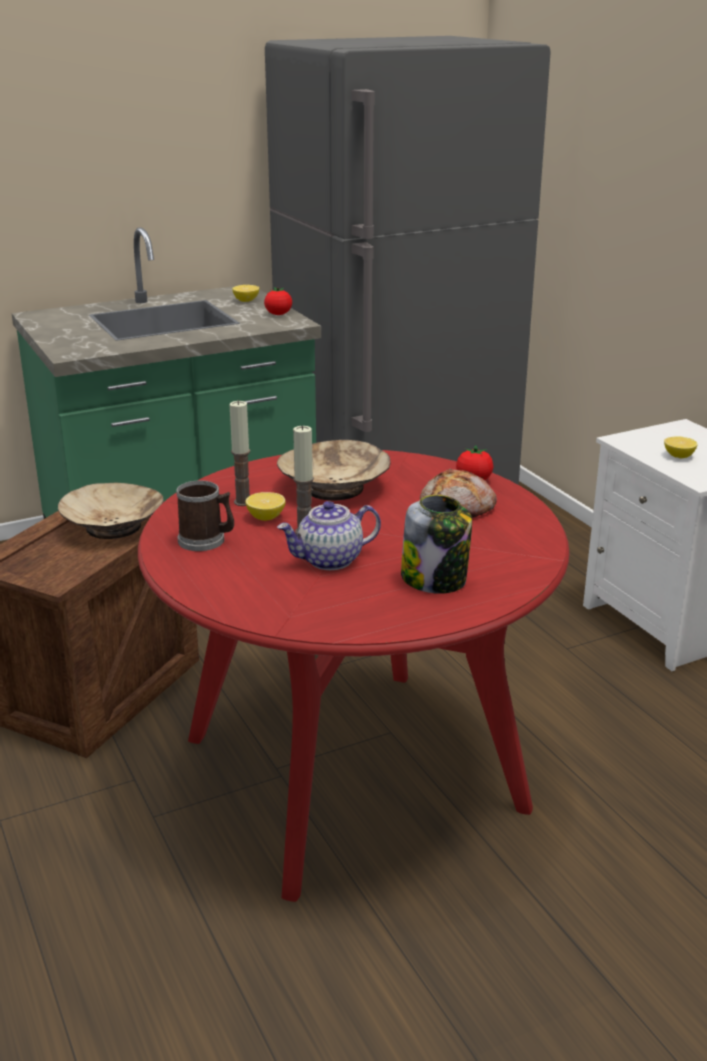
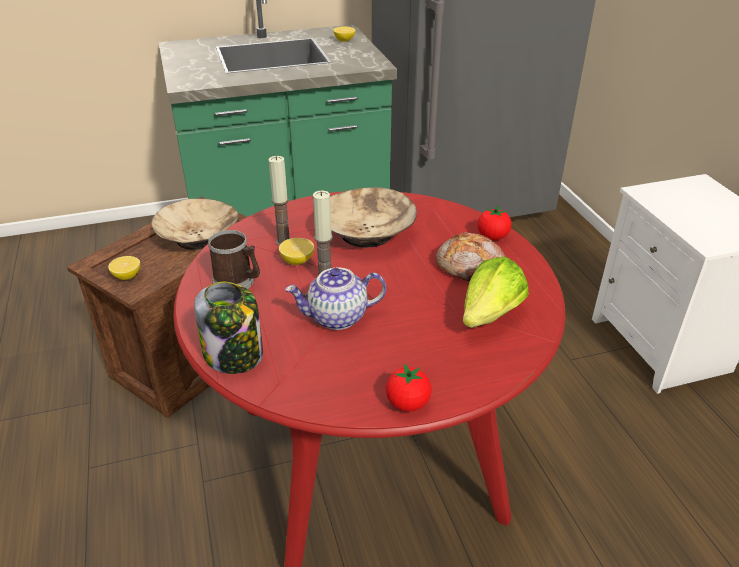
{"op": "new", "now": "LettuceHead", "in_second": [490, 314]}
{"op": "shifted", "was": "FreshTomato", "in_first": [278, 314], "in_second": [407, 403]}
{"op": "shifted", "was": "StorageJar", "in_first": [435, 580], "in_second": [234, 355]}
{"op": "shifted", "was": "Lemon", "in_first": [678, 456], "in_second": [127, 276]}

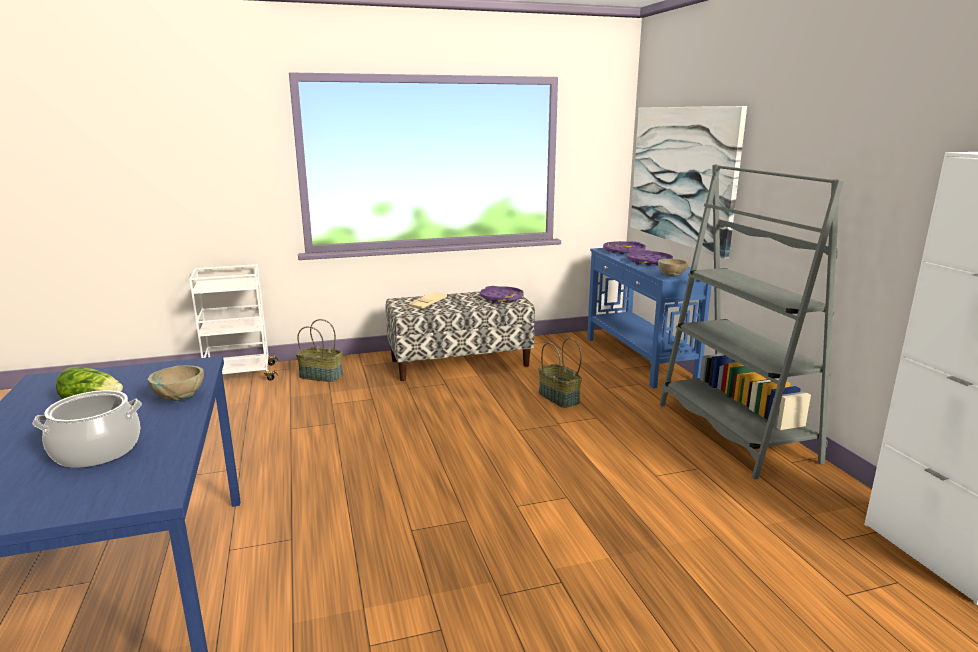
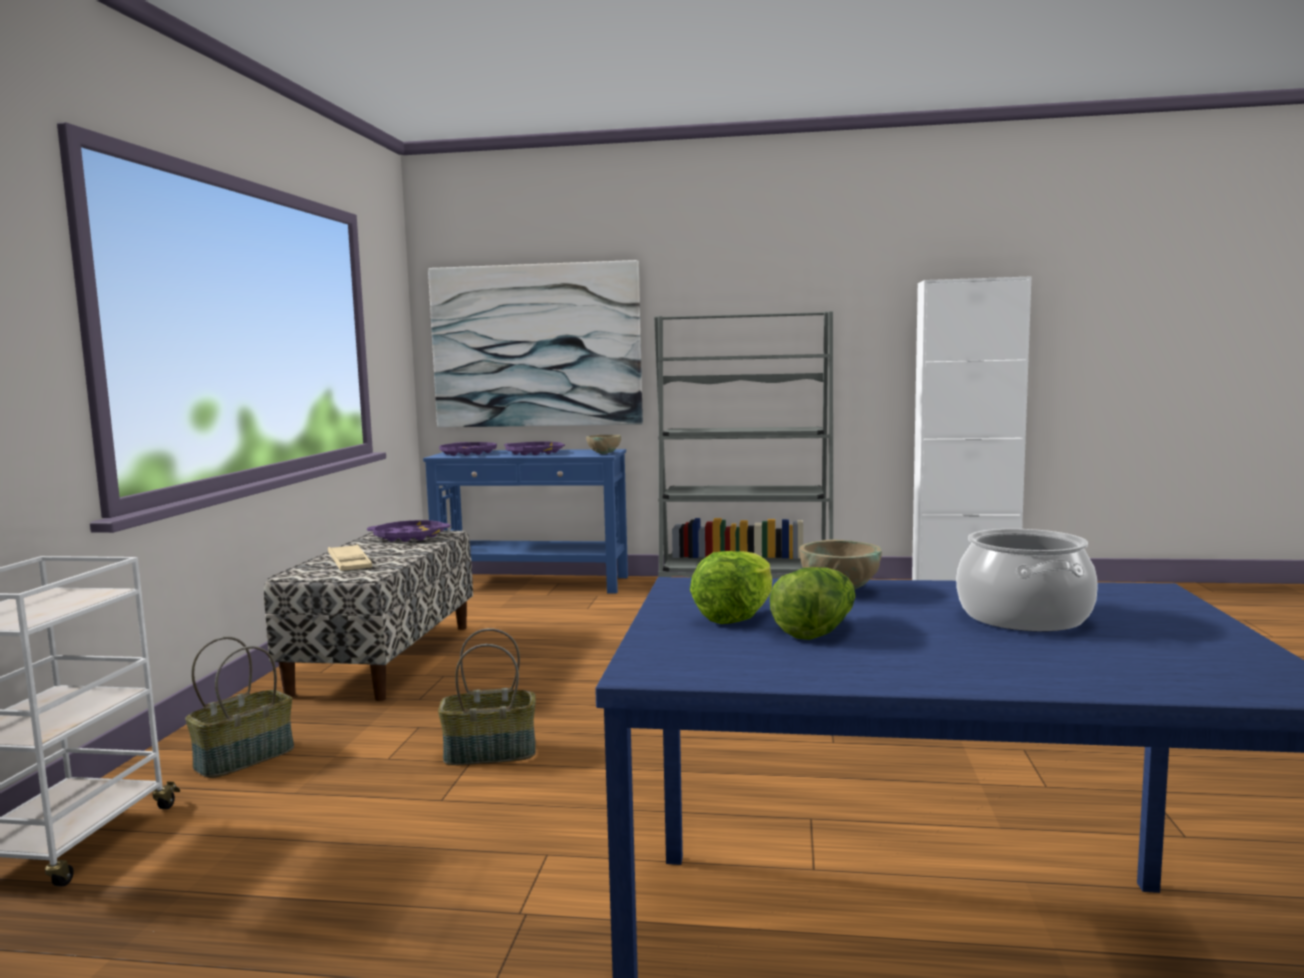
{"op": "new", "now": "LettuceHead", "in_second": [736, 616]}
{"op": "shifted", "was": "StorageBasket", "in_first": [558, 398], "in_second": [489, 753]}

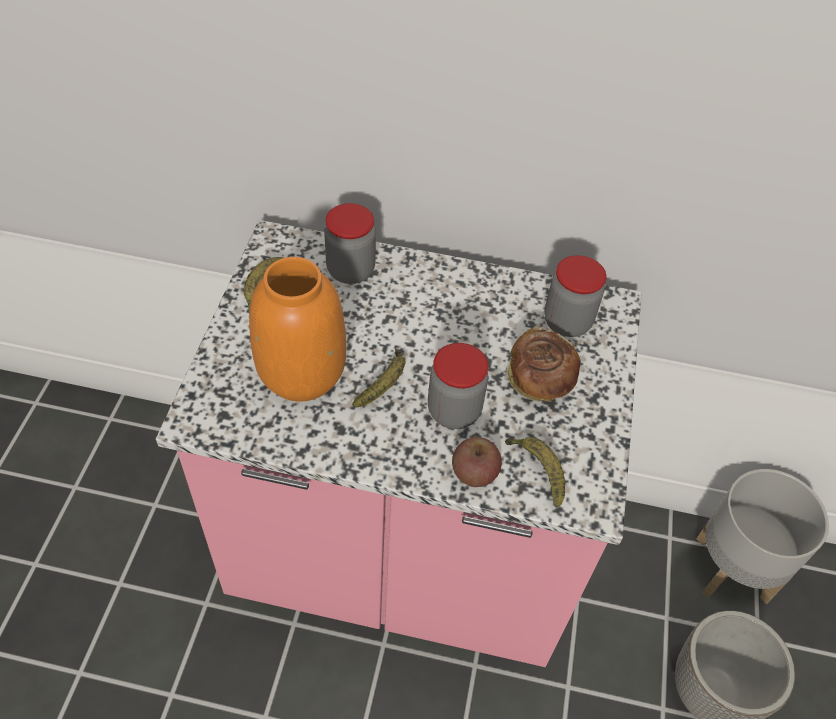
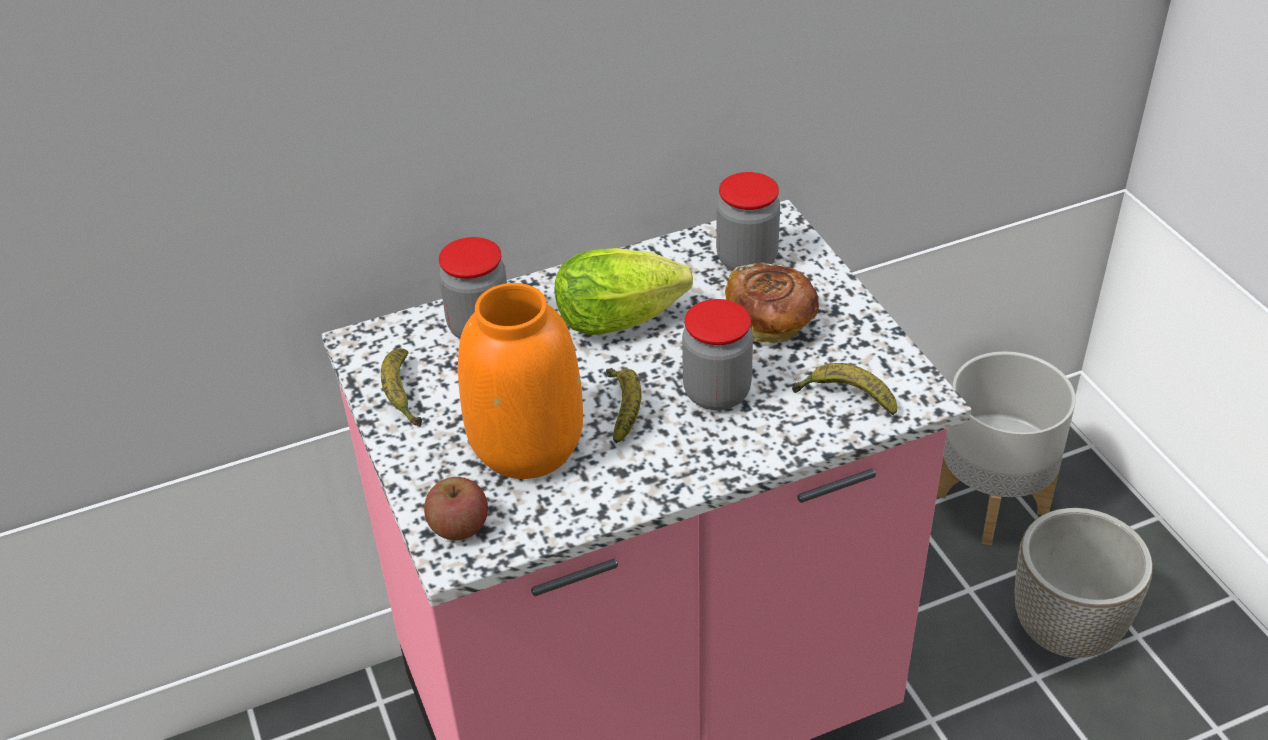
{"op": "new", "now": "LettuceHead", "in_second": [626, 319]}
{"op": "shifted", "was": "WholeApple", "in_first": [474, 472], "in_second": [459, 526]}

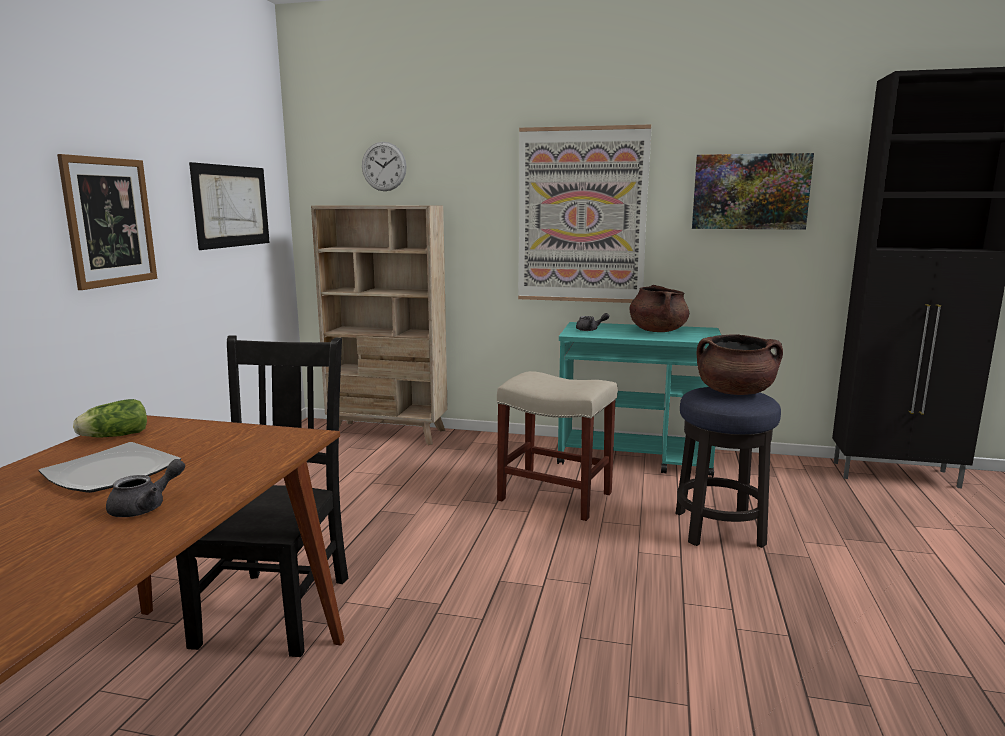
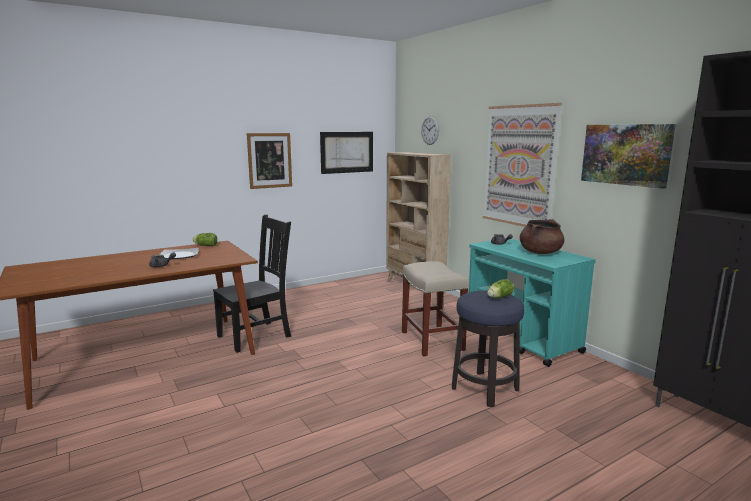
{"op": "swapped", "was": "BrownColouredSaucepot", "now": "LettuceHead", "in_first": [735, 392], "in_second": [498, 297]}

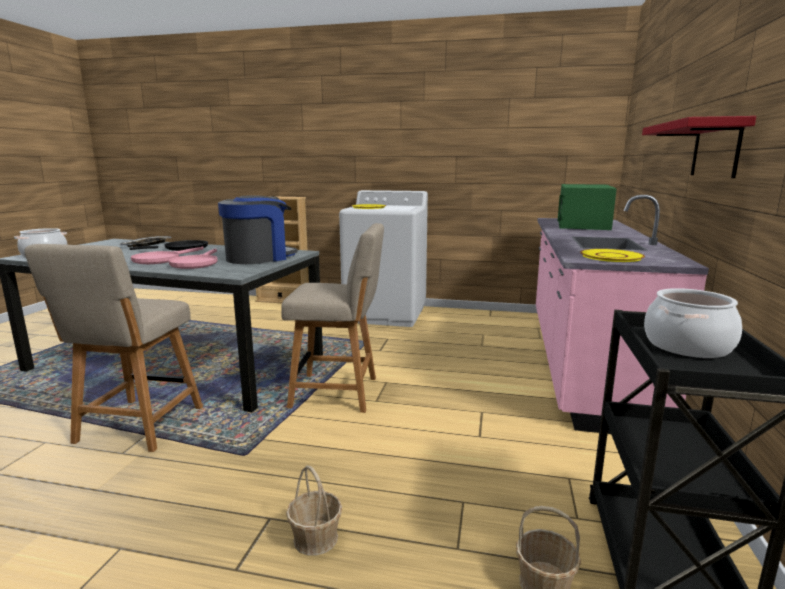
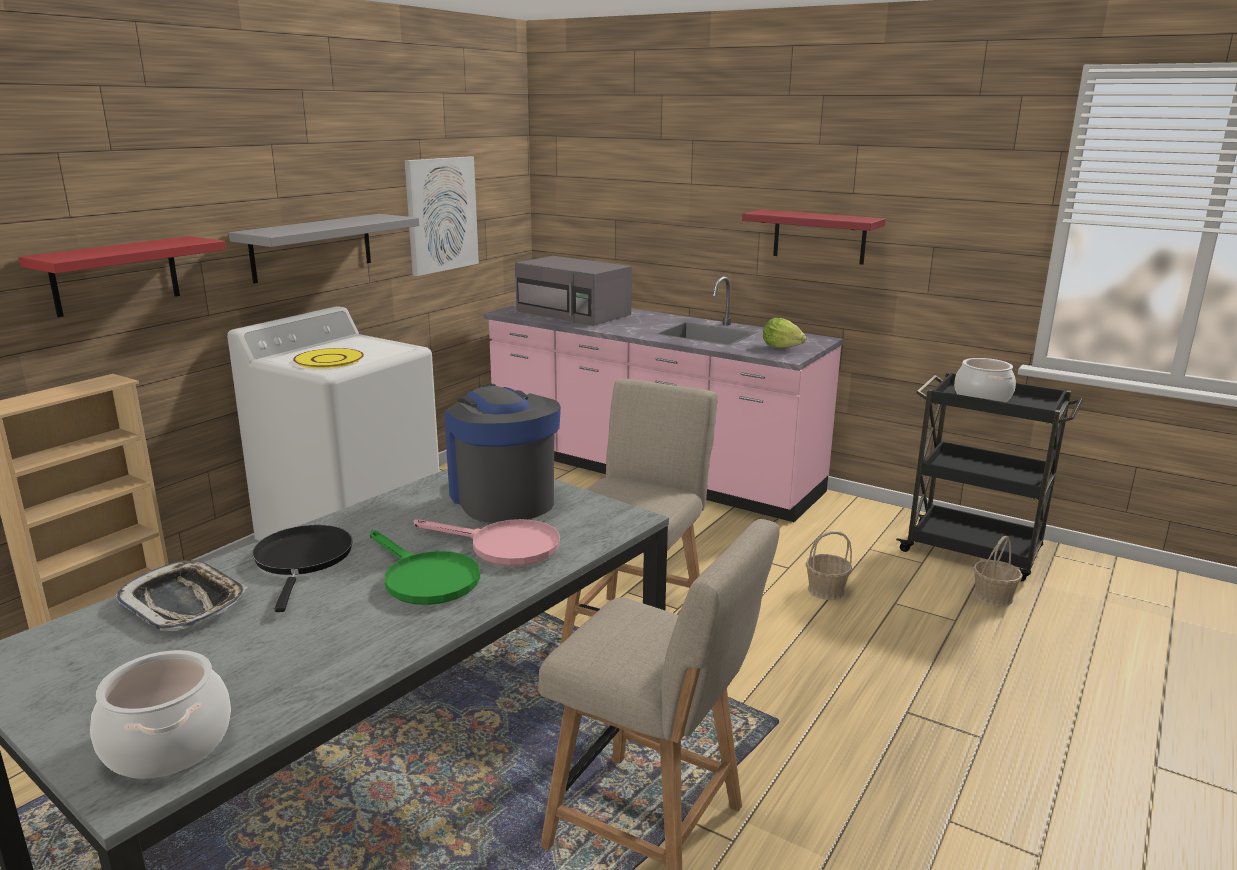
{"op": "new", "now": "ReddishShelf", "in_second": [115, 275]}
{"op": "new", "now": "GreyShelf", "in_second": [312, 247]}
{"op": "new", "now": "Picture", "in_second": [441, 214]}
{"op": "shifted", "was": "StorageBasket", "in_first": [316, 538], "in_second": [825, 590]}
{"op": "swapped", "was": "YellowishPlate", "now": "LettuceHead", "in_first": [611, 256], "in_second": [782, 347]}
{"op": "repainted", "was": "PinkishFryingPan", "now": "GreenishFryingPan", "in_first": [161, 259], "in_second": [424, 578]}
{"op": "repainted", "was": "GreenishMicrowaveOven", "now": "GreyMicrowaveOven", "in_first": [583, 224], "in_second": [574, 313]}

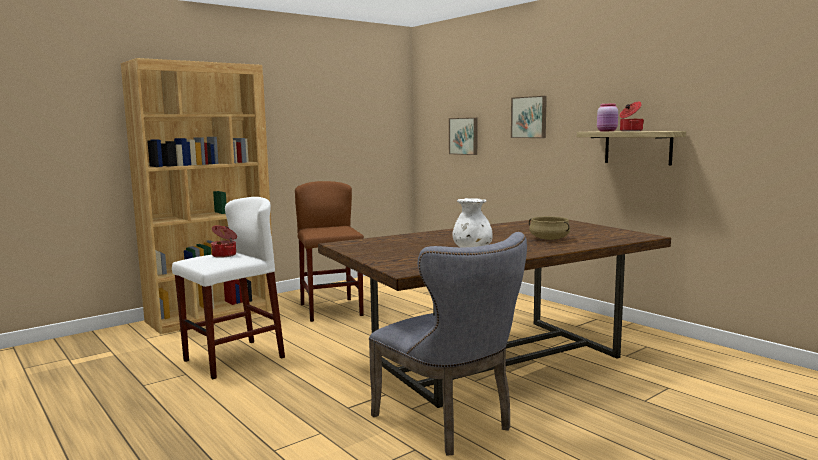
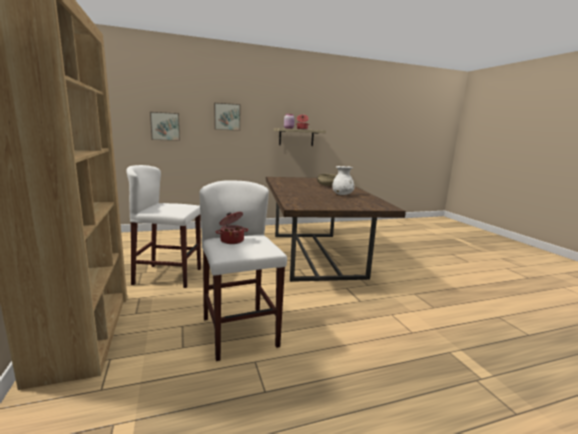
{"op": "gone", "was": "GreyUprightChair", "in_first": [449, 423]}
{"op": "repainted", "was": "BrownColouredStoolSeat", "now": "WhitishStoolSeat", "in_first": [331, 310], "in_second": [168, 276]}

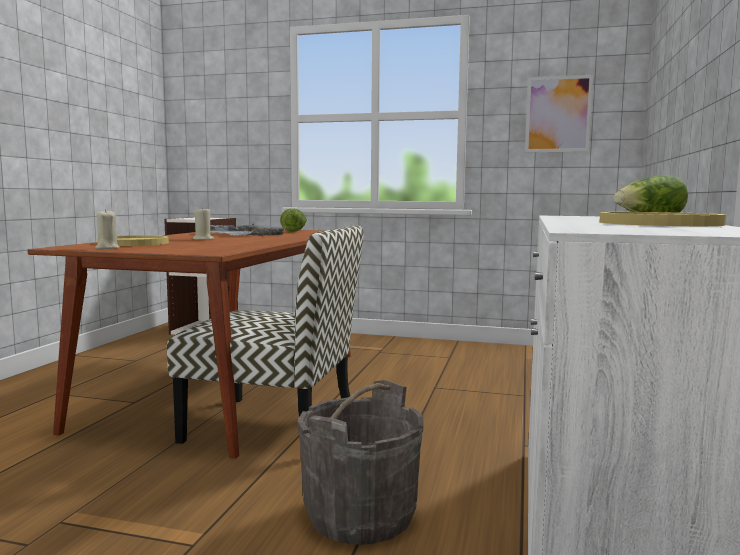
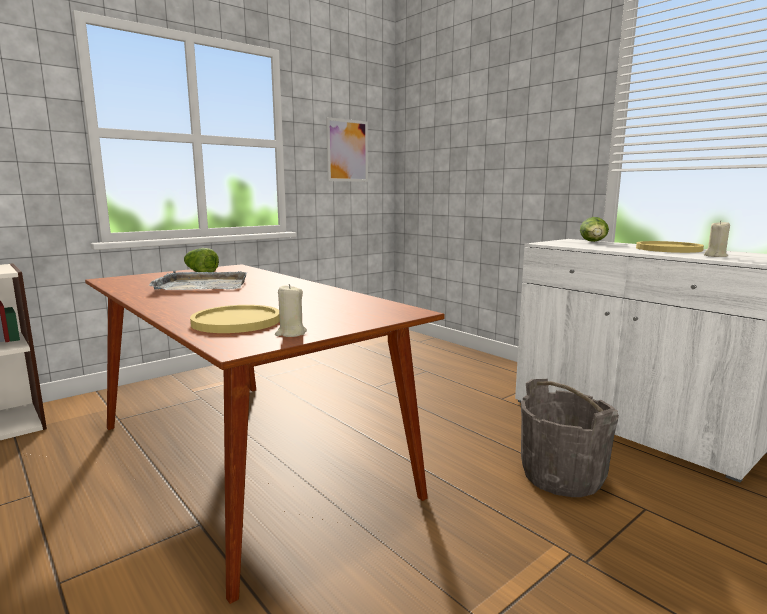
{"op": "gone", "was": "UprightChair", "in_first": [274, 425]}
{"op": "shifted", "was": "BeigeColouredCandle", "in_first": [203, 239], "in_second": [715, 256]}

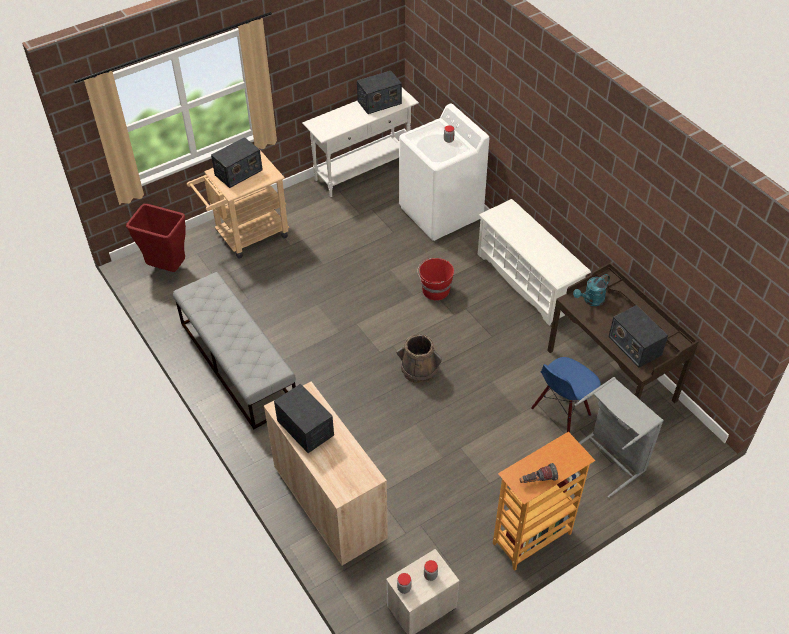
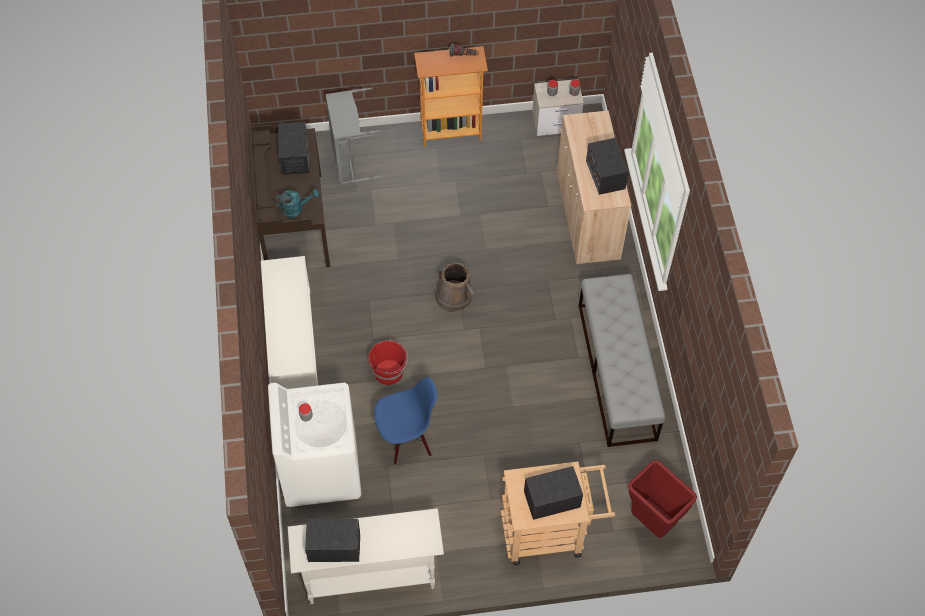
{"op": "shifted", "was": "BlueColouredUprightChair", "in_first": [561, 413], "in_second": [406, 439]}

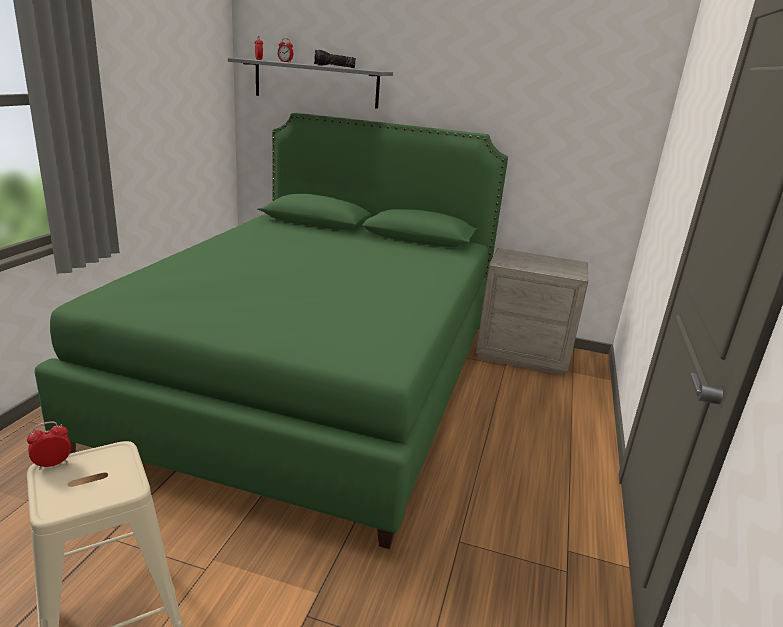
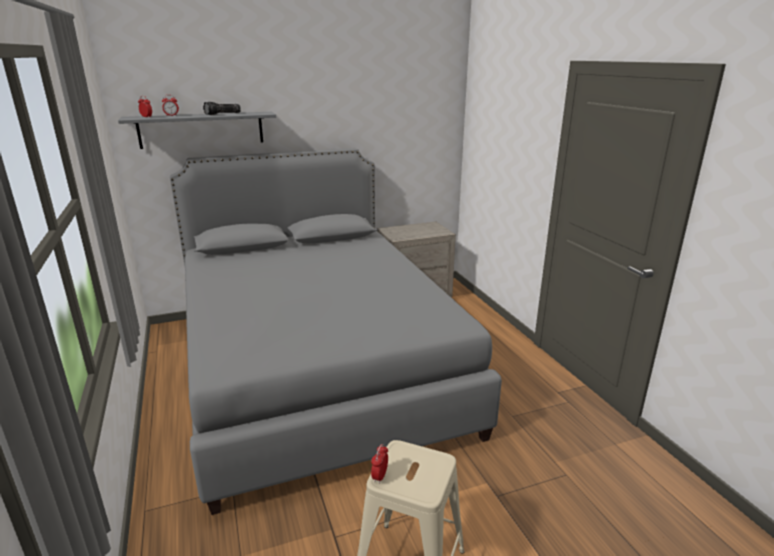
{"op": "repainted", "was": "GreenishSleepingBed", "now": "GreySleepingBed", "in_first": [316, 378], "in_second": [316, 368]}

